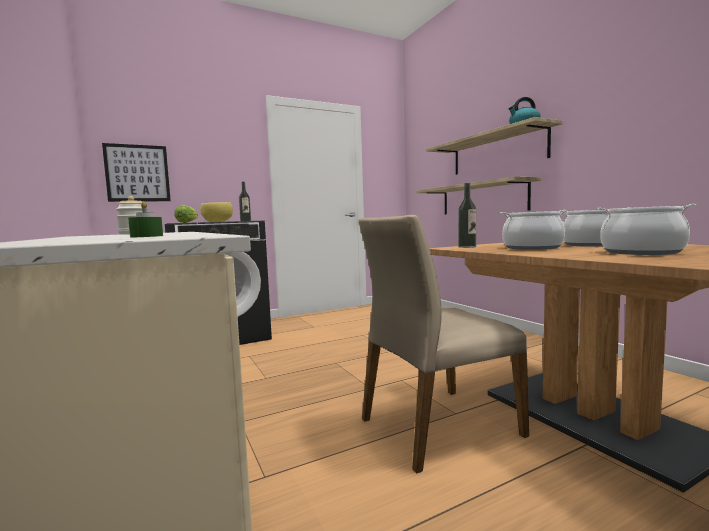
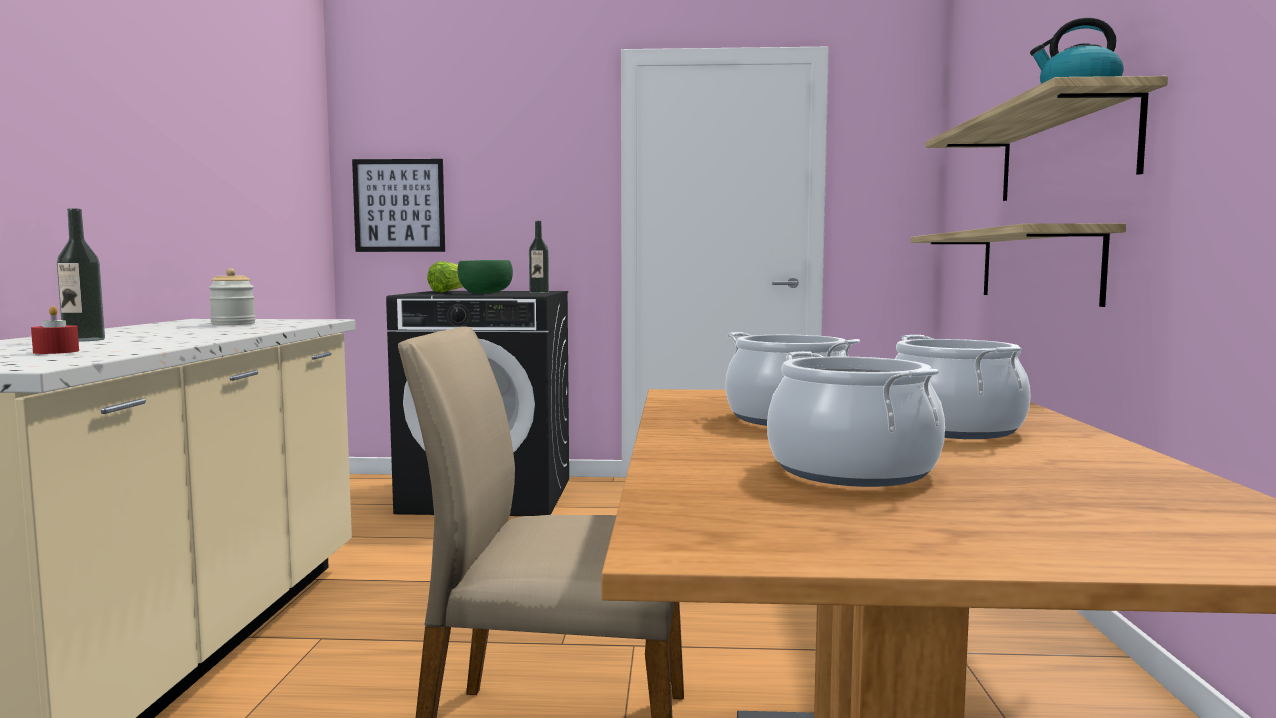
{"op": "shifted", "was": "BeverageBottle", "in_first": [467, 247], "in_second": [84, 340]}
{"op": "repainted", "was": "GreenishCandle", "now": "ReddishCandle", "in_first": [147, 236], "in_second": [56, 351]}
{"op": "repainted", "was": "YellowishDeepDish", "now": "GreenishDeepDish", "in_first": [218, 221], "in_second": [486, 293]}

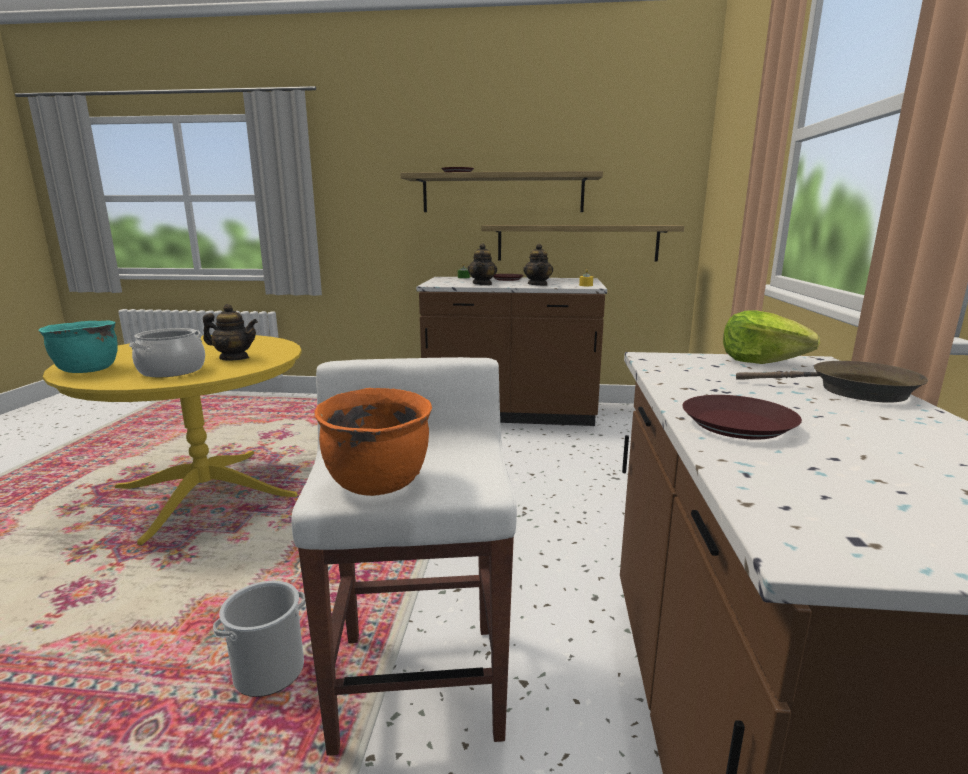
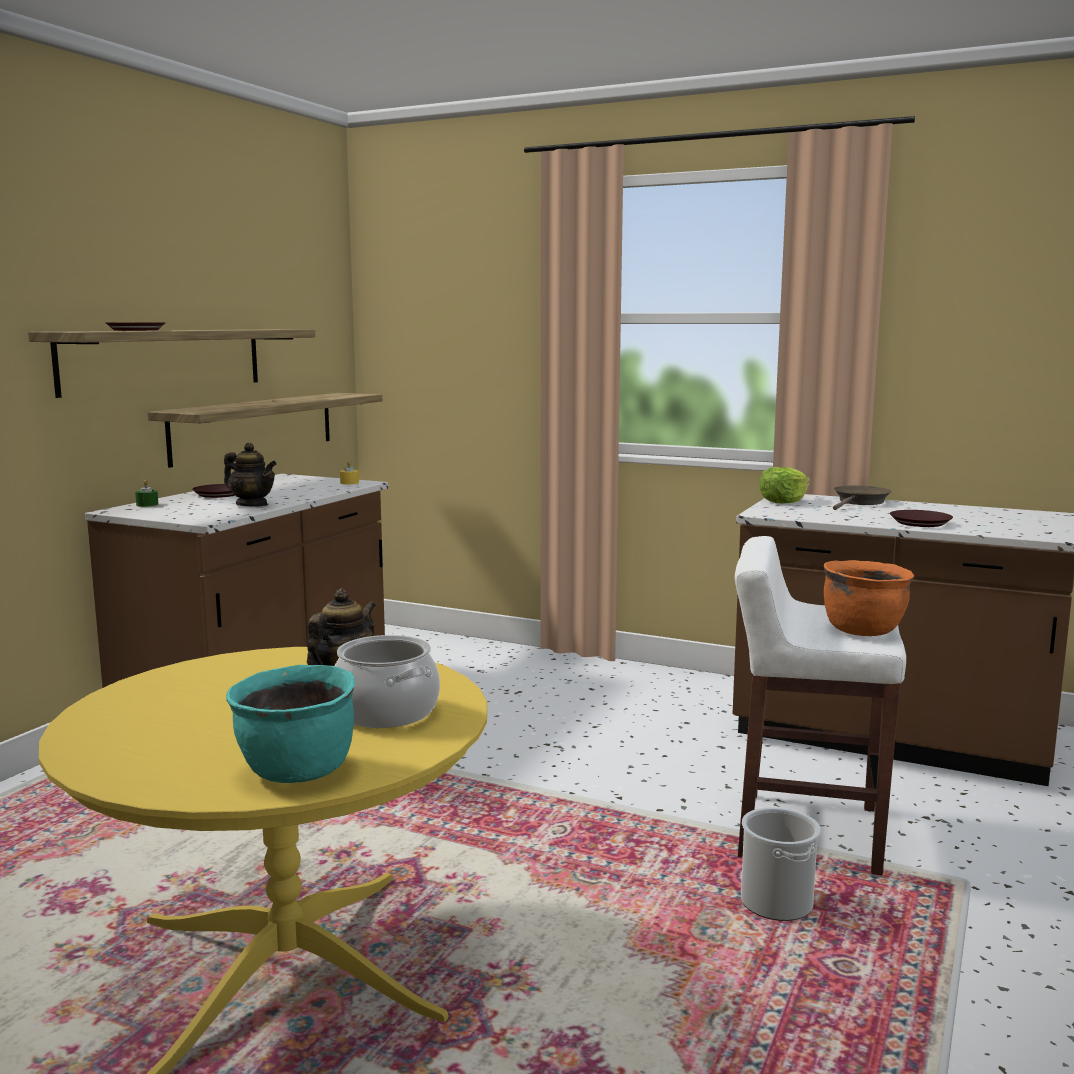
{"op": "gone", "was": "PotForTea", "in_first": [538, 285]}

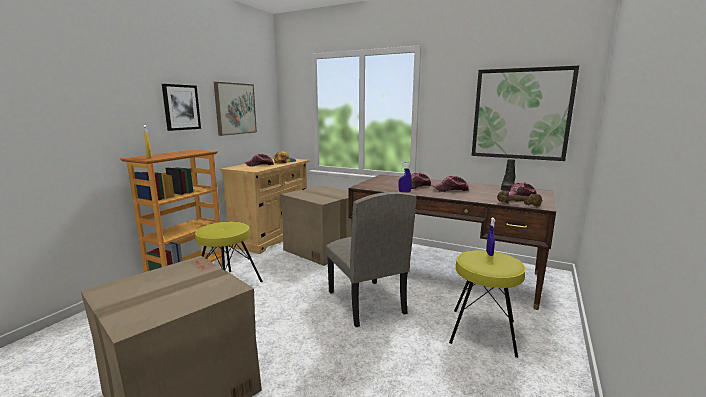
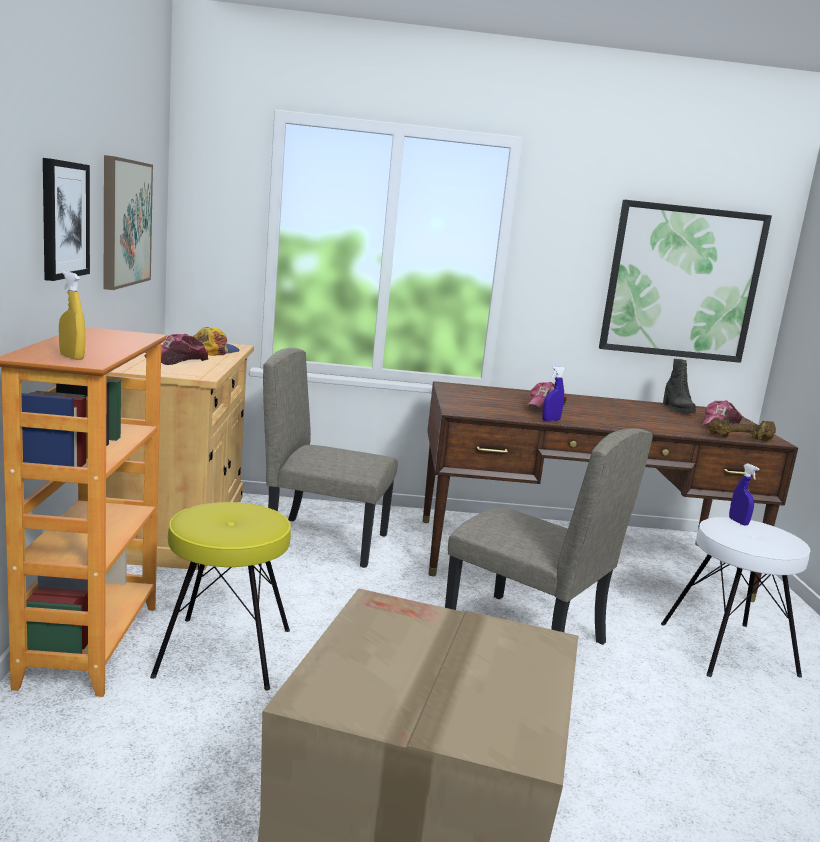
{"op": "gone", "was": "BaseballCap", "in_first": [450, 189]}
{"op": "swapped", "was": "Carton", "now": "BeigeColouredUprightChair", "in_first": [322, 248], "in_second": [326, 541]}
{"op": "repainted", "was": "YellowishStoolSeat", "now": "WhitishStoolSeat", "in_first": [483, 332], "in_second": [729, 649]}

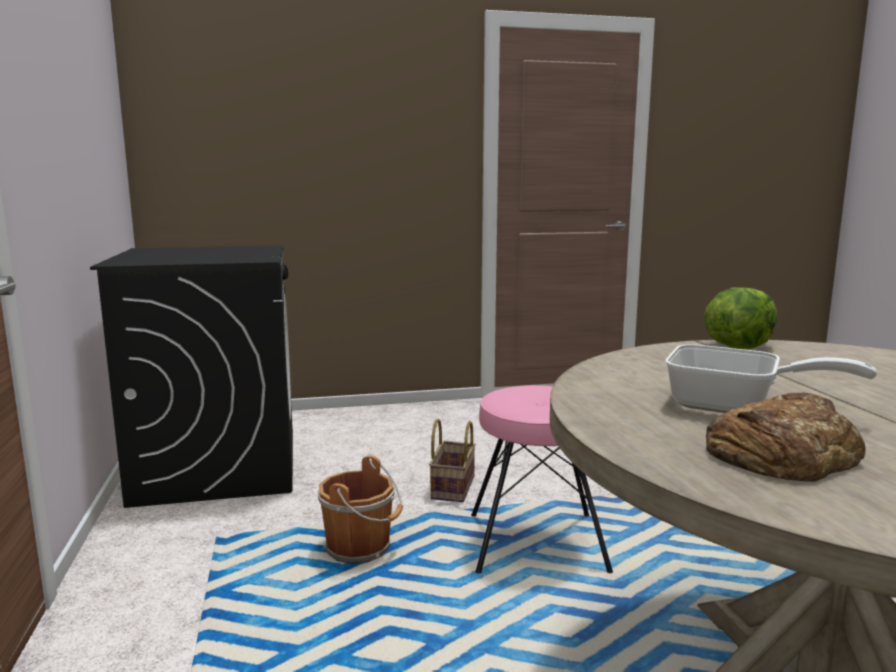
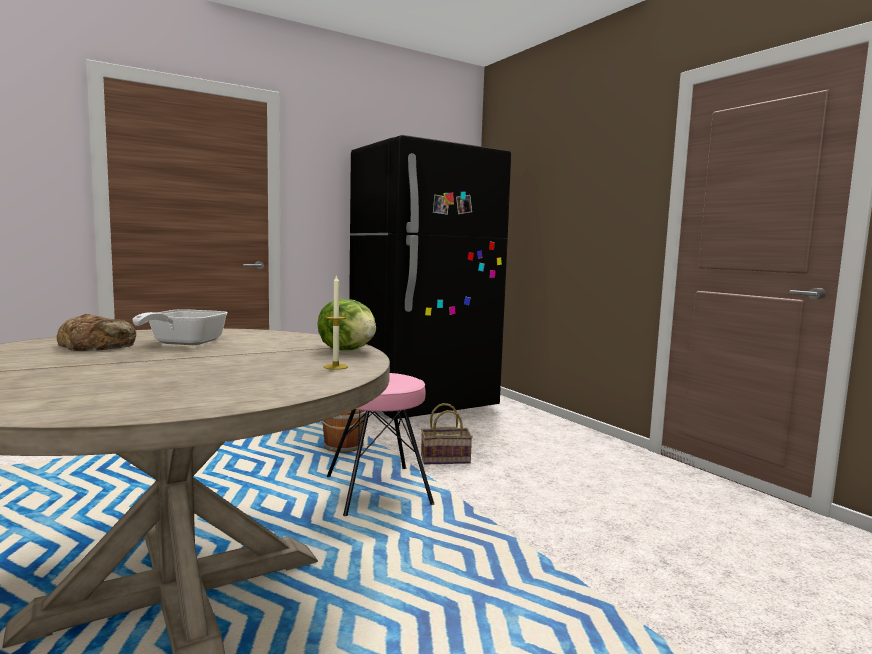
{"op": "new", "now": "Candle", "in_second": [335, 367]}
{"op": "swapped", "was": "BlackLaundryAppliance", "now": "BlackKitchenFridge", "in_first": [217, 466], "in_second": [423, 405]}

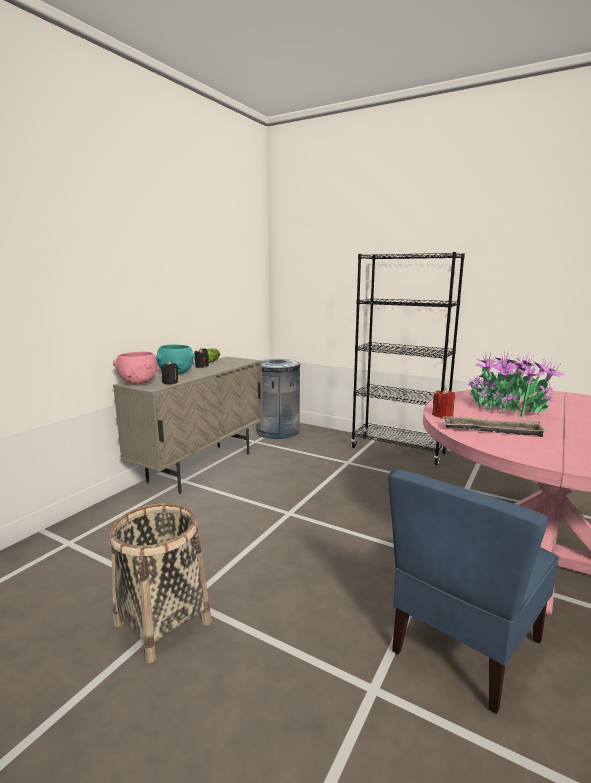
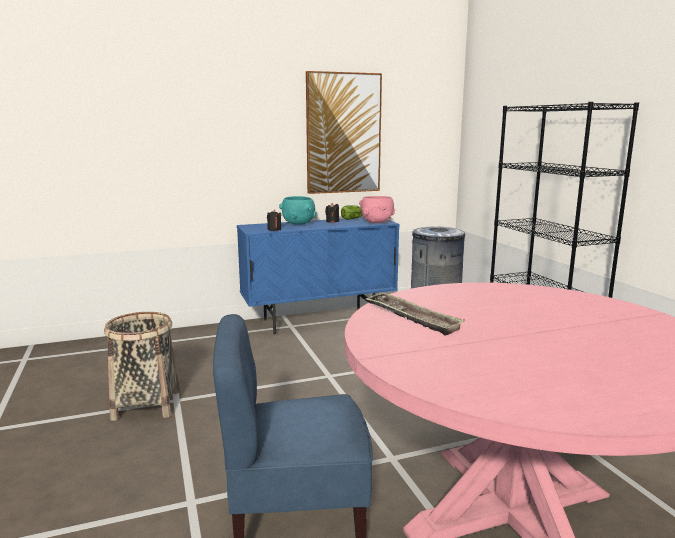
{"op": "gone", "was": "ReddishCandle", "in_first": [442, 415]}
{"op": "gone", "was": "Houseplant", "in_first": [508, 408]}
{"op": "new", "now": "Picture", "in_second": [343, 133]}
{"op": "shifted", "was": "PinkishDeepDish", "in_first": [138, 383], "in_second": [377, 222]}
{"op": "repainted", "was": "BeigeColouredCupboard", "now": "BlueColouredCupboard", "in_first": [202, 467], "in_second": [319, 320]}

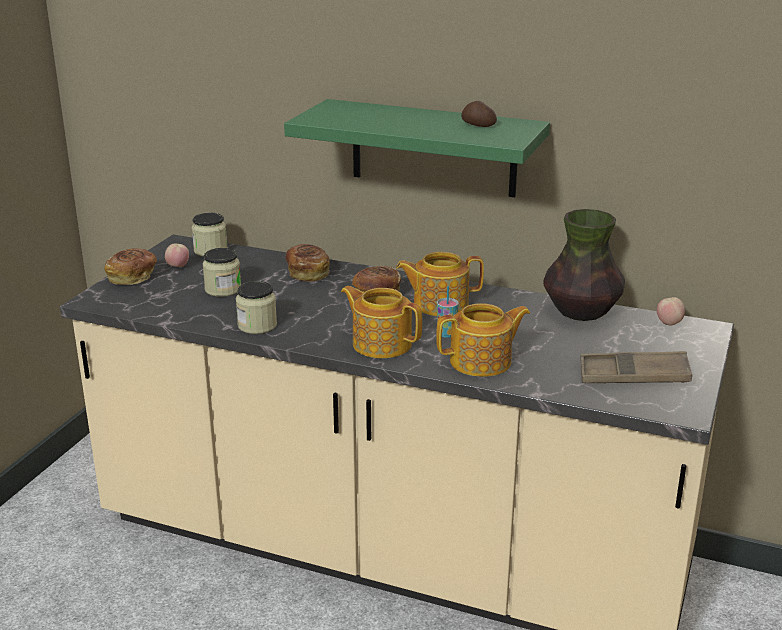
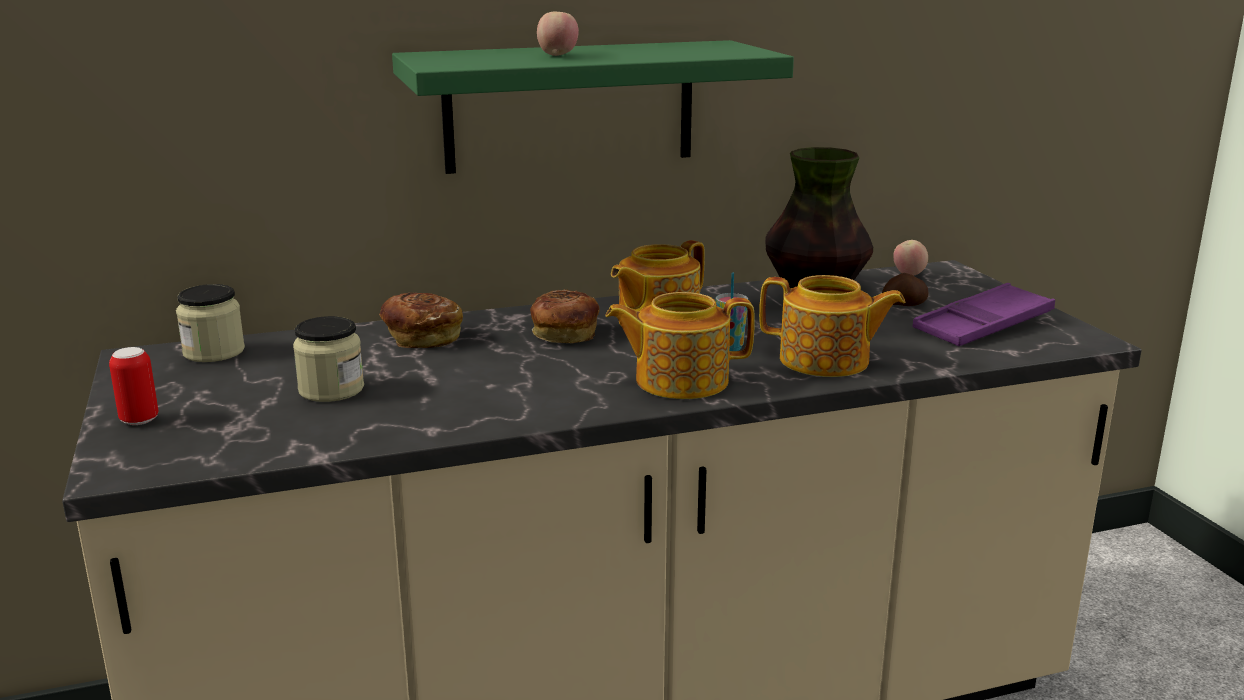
{"op": "gone", "was": "StorageJar", "in_first": [257, 325]}
{"op": "shifted", "was": "WholeApple", "in_first": [178, 267], "in_second": [558, 55]}
{"op": "shifted", "was": "WholePotato", "in_first": [478, 125], "in_second": [904, 305]}
{"op": "swapped", "was": "Bread", "now": "SealedCan", "in_first": [132, 278], "in_second": [139, 420]}
{"op": "repainted", "was": "BrownColouredTray", "now": "PurpleColouredTray", "in_first": [633, 376], "in_second": [983, 325]}
{"op": "rotated", "was": "PotForTea", "in_first": [482, 362], "in_second": [826, 361], "clockwise": 75}

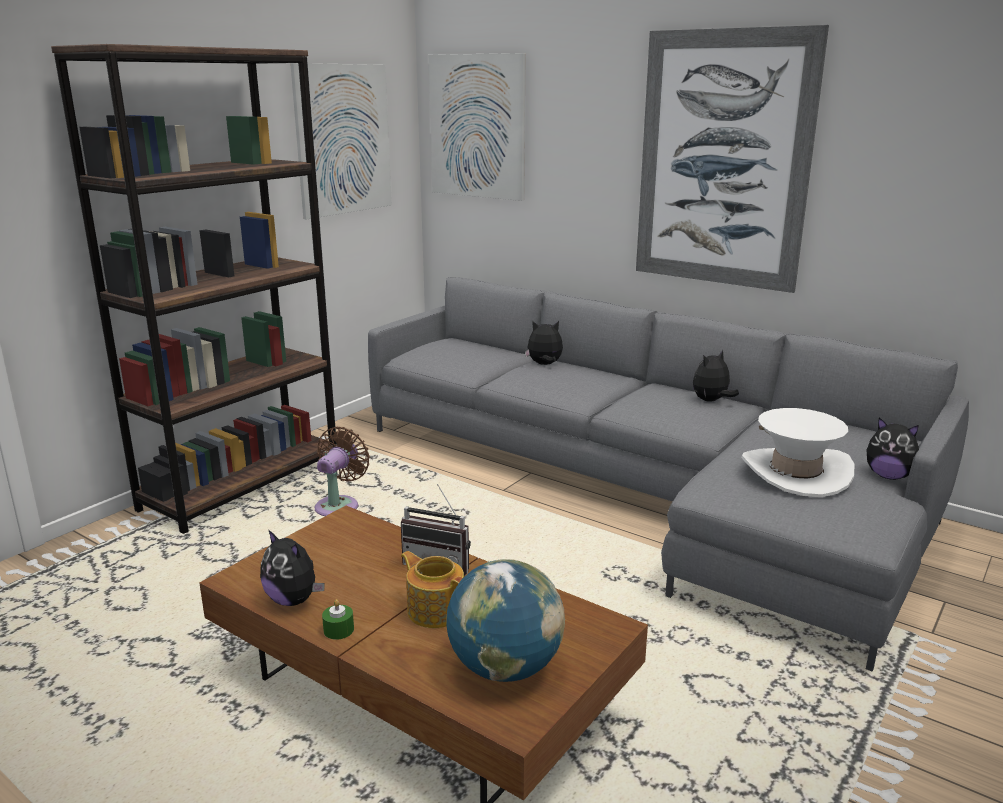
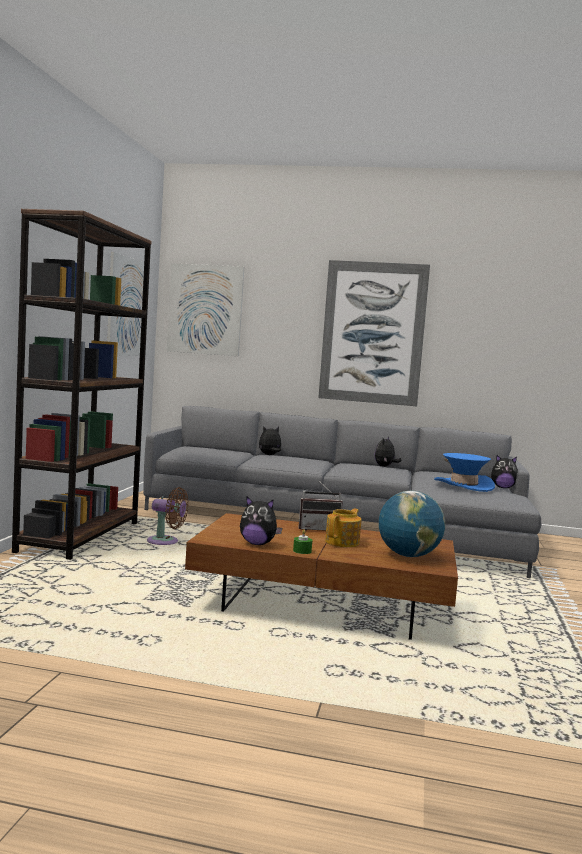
{"op": "repainted", "was": "WhitishHat", "now": "BlueColouredHat", "in_first": [795, 472], "in_second": [463, 485]}
{"op": "rotated", "was": "BrownColouredElectricFan", "in_first": [339, 505], "in_second": [166, 542], "clockwise": 105}
{"op": "rotated", "was": "PotForTea", "in_first": [435, 610], "in_second": [343, 542], "clockwise": 105}

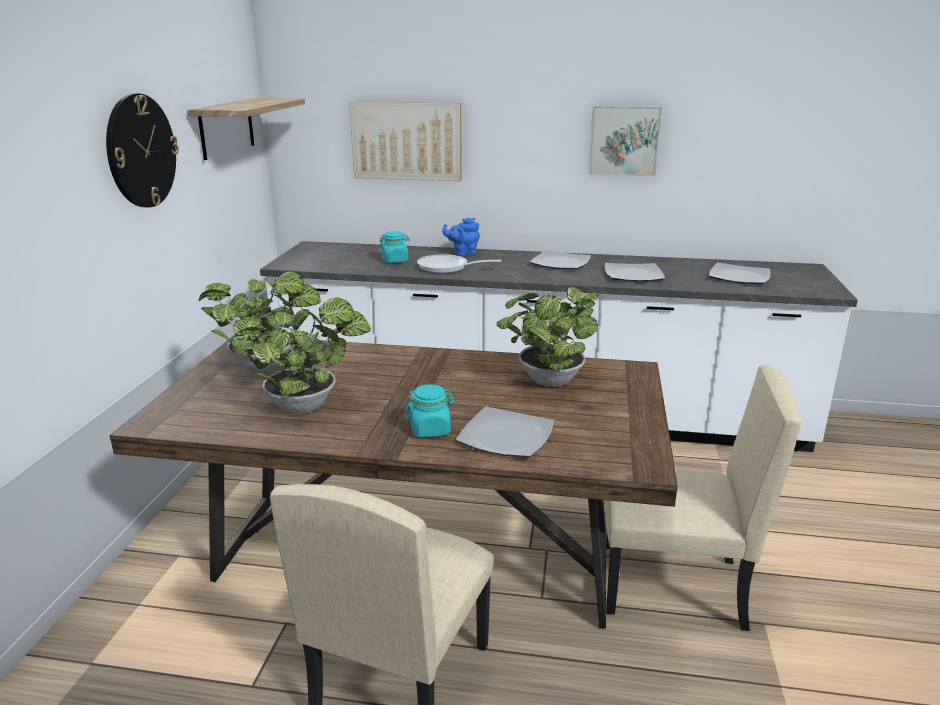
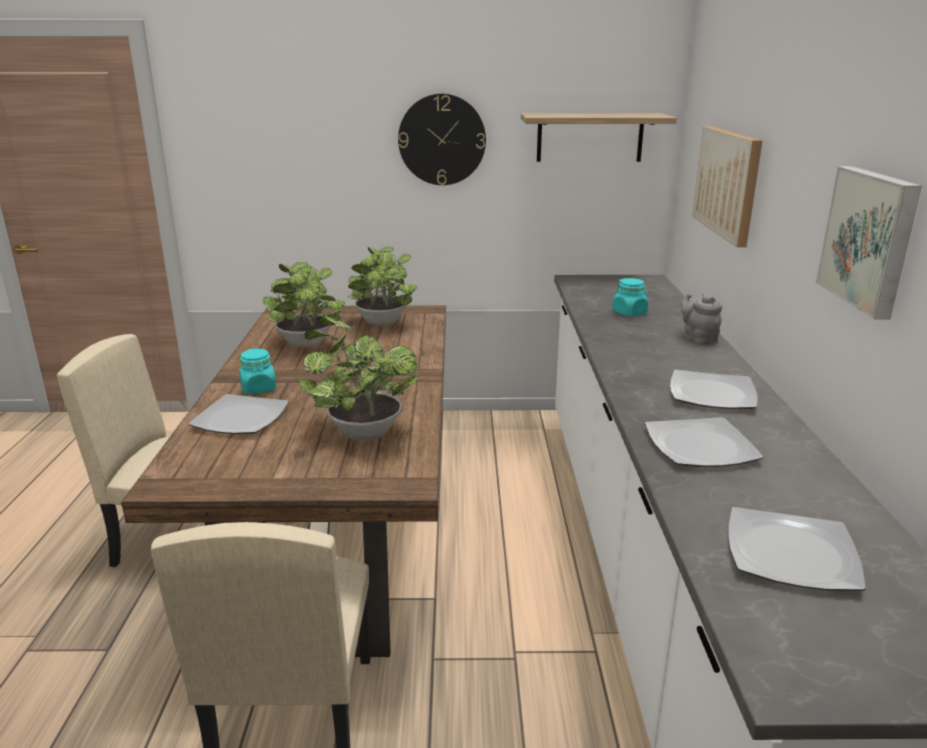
{"op": "gone", "was": "FryingPan", "in_first": [447, 268]}
{"op": "repainted", "was": "BlueColouredPotForTea", "now": "GreyPotForTea", "in_first": [463, 253], "in_second": [698, 338]}

